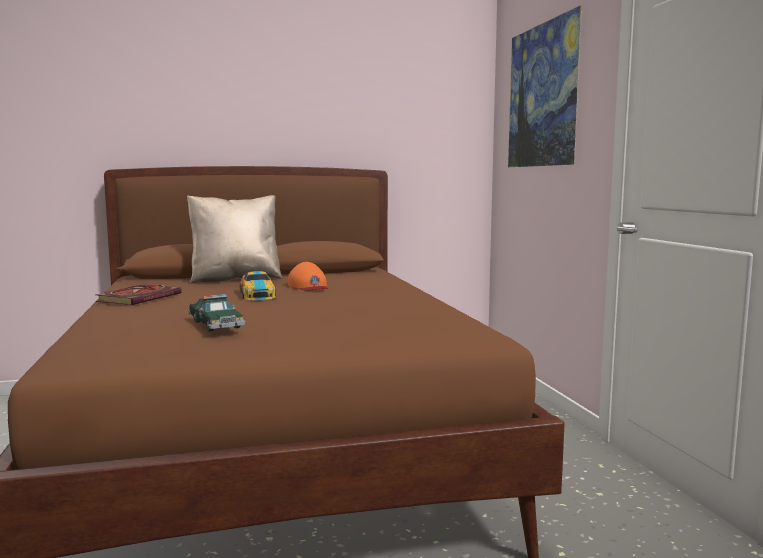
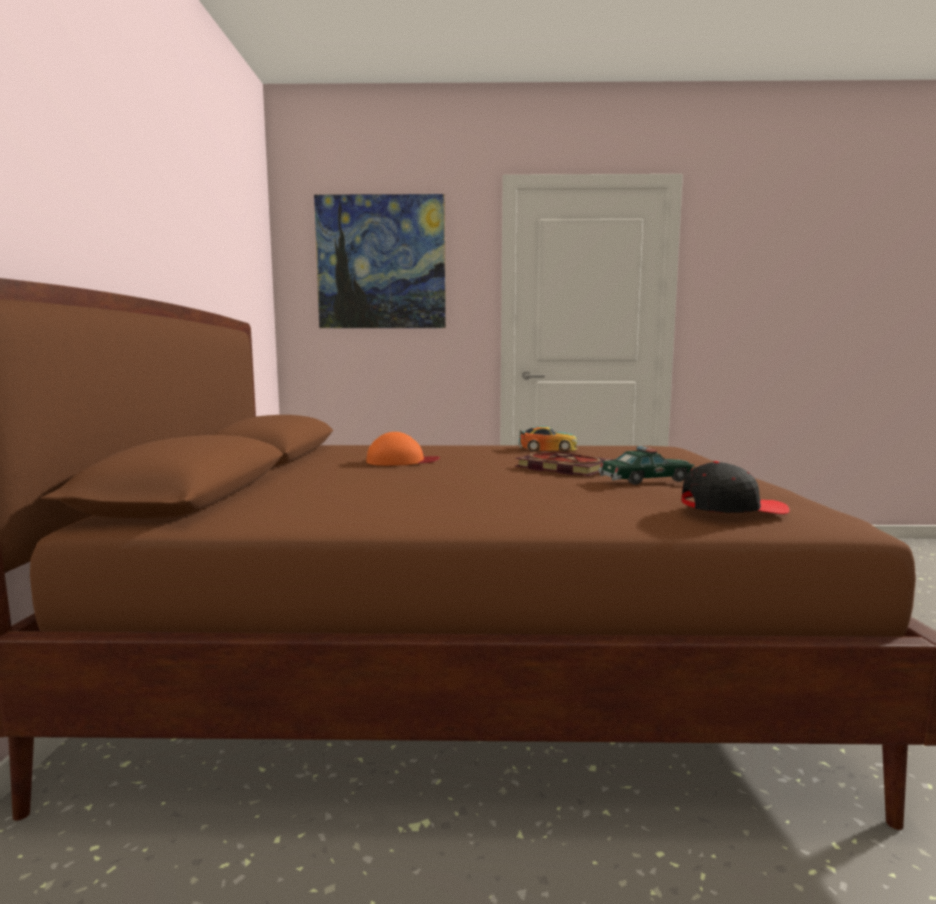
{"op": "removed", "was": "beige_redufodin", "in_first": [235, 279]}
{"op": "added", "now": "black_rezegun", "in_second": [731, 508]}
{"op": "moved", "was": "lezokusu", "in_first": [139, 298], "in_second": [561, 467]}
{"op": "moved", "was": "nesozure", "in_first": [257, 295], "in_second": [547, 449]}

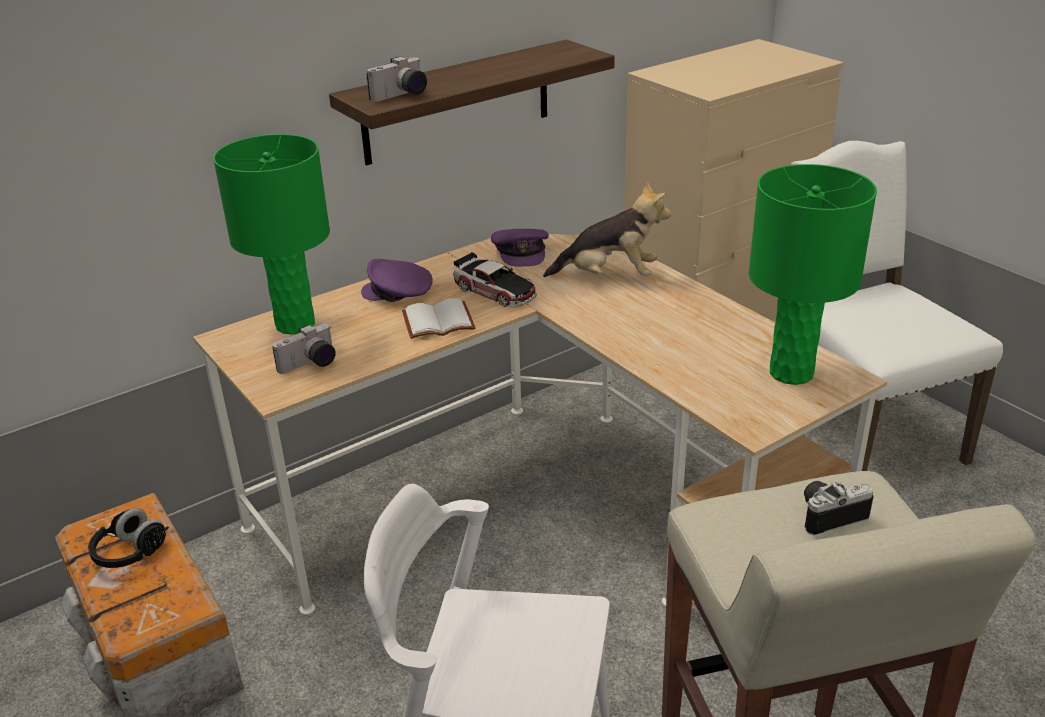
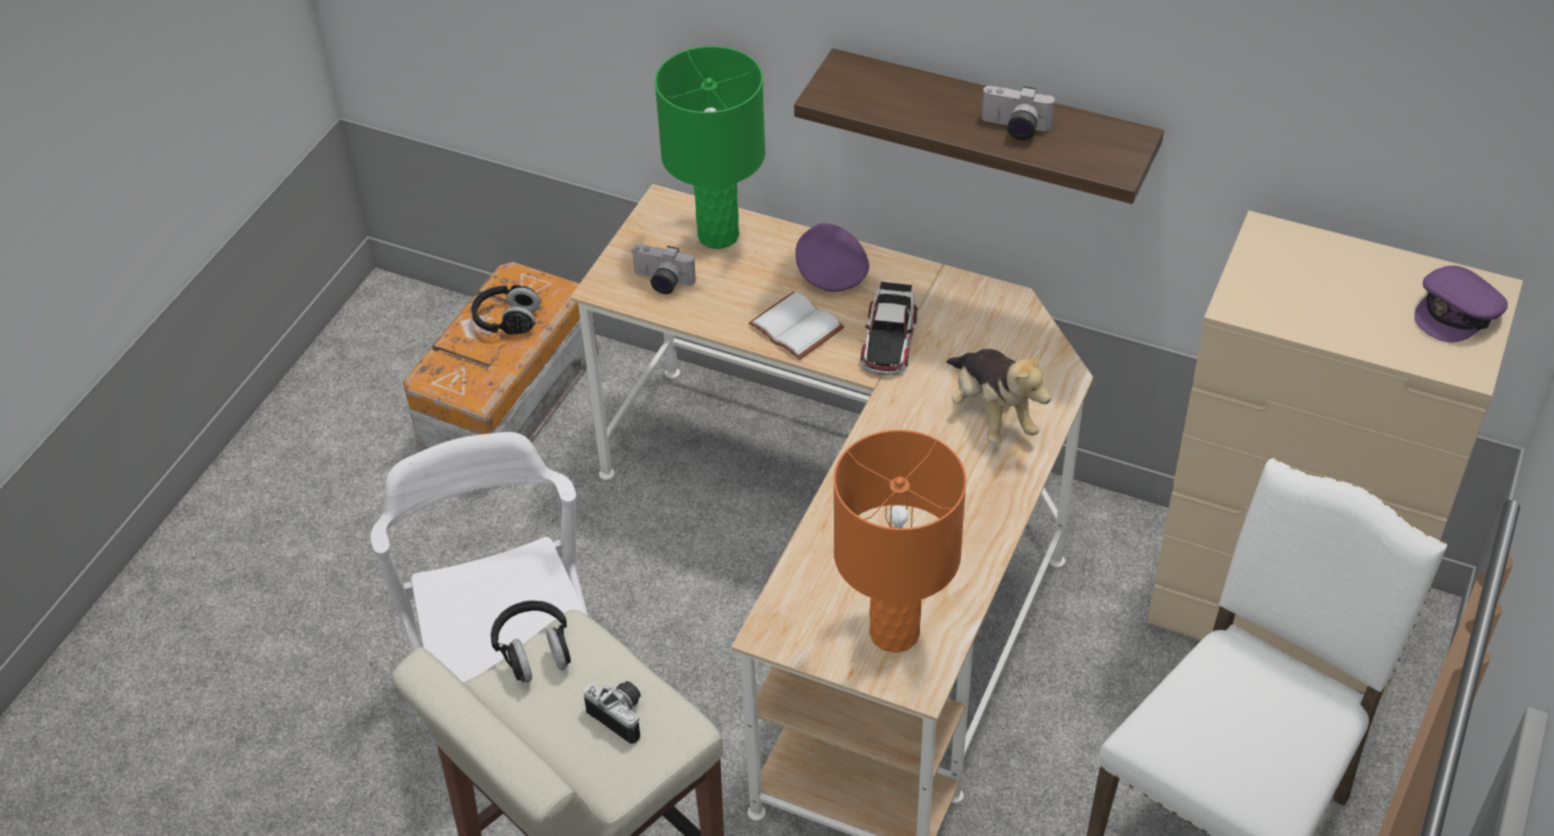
{"op": "added", "now": "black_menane", "in_second": [534, 652]}
{"op": "moved", "was": "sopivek", "in_first": [402, 96], "in_second": [1014, 129]}
{"op": "moved", "was": "purple_rezegun", "in_first": [521, 252], "in_second": [1458, 312]}
{"op": "recoloured", "was": "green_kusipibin", "now": "orange_kusipibin", "in_first": [791, 373], "in_second": [895, 632]}

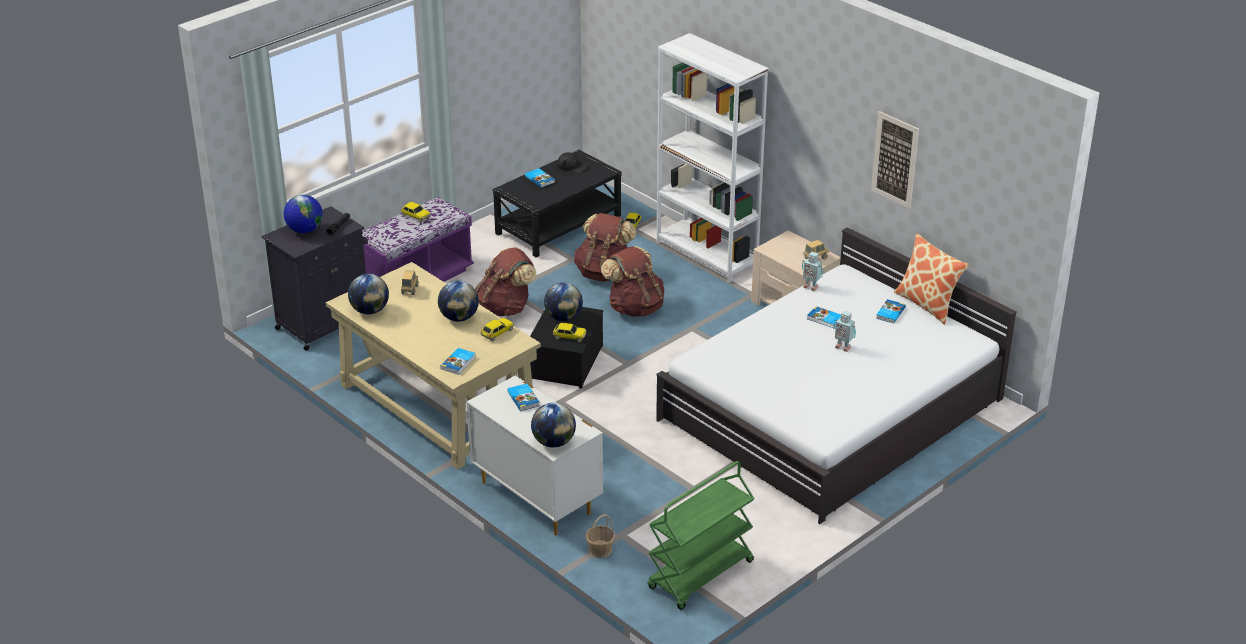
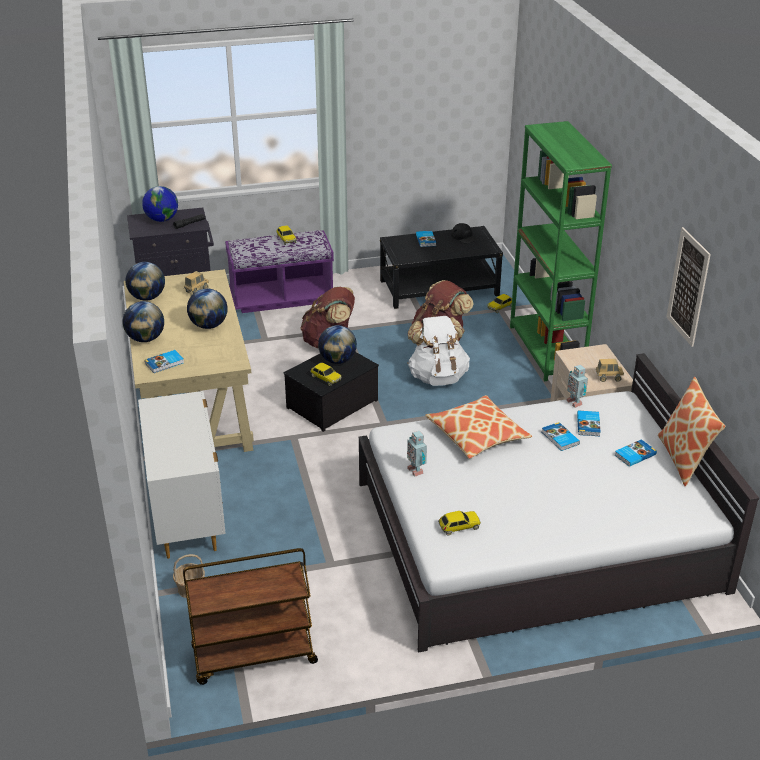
{"op": "added", "now": "redufodin", "in_second": [477, 435]}
{"op": "moved", "was": "nesozure", "in_first": [497, 333], "in_second": [459, 527]}
{"op": "moved", "was": "lezokusu", "in_first": [524, 398], "in_second": [589, 425]}
{"op": "moved", "was": "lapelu", "in_first": [553, 442], "in_second": [146, 339]}
{"op": "moved", "was": "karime", "in_first": [843, 347], "in_second": [416, 470]}
{"op": "recoloured", "was": "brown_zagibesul", "now": "white_zagibesul", "in_first": [635, 308], "in_second": [437, 376]}
{"op": "recoloured", "was": "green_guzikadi", "now": "brown_guzikadi", "in_first": [700, 576], "in_second": [253, 656]}
{"op": "recoloured", "was": "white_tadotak", "now": "green_tadotak", "in_first": [707, 255], "in_second": [546, 350]}

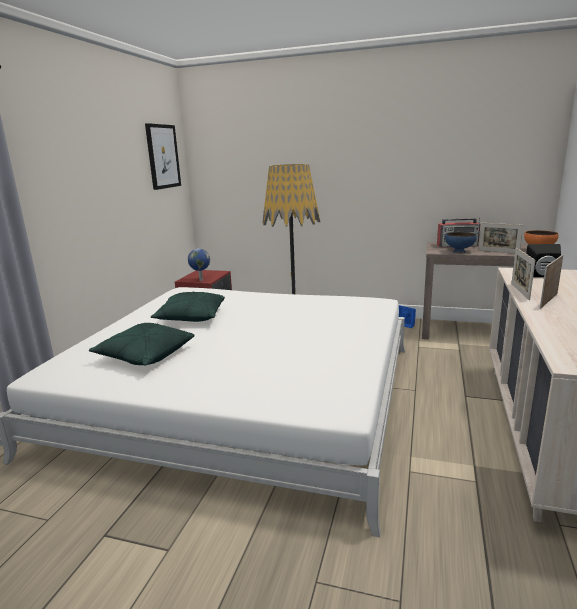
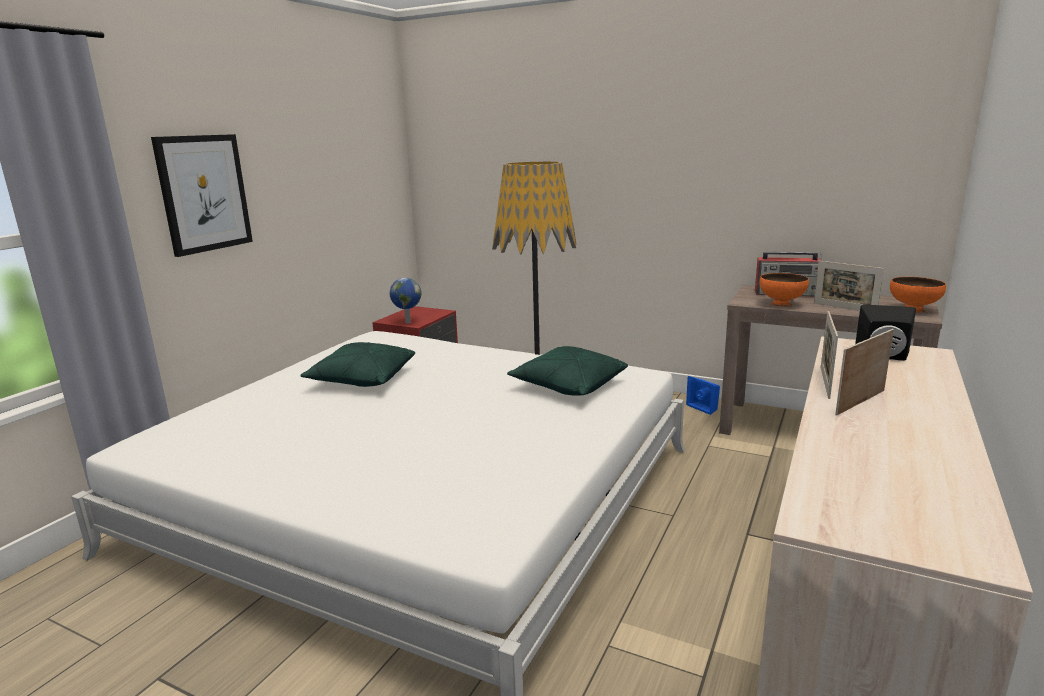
{"op": "moved", "was": "green_redufodin", "in_first": [145, 356], "in_second": [568, 386]}
{"op": "moved", "was": "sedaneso", "in_first": [163, 156], "in_second": [204, 193]}
{"op": "recoloured", "was": "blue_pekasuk", "now": "orange_pekasuk", "in_first": [459, 252], "in_second": [781, 304]}

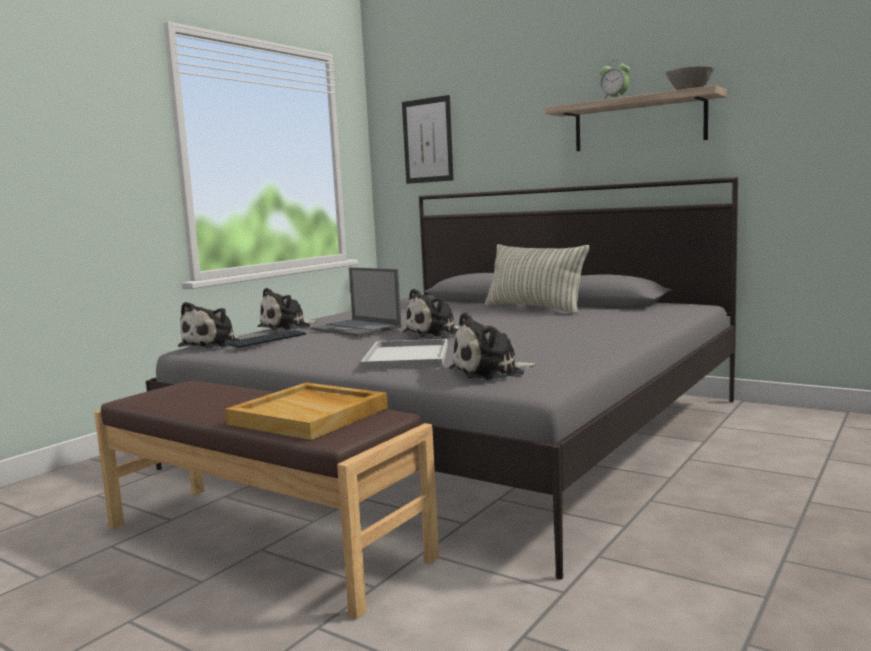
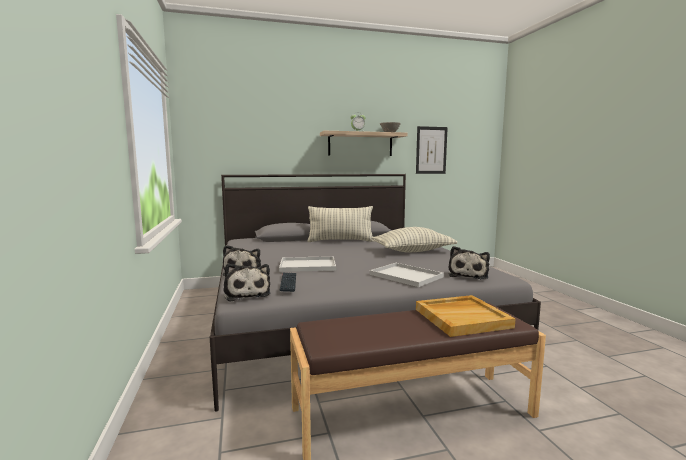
{"op": "removed", "was": "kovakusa", "in_first": [436, 333]}
{"op": "added", "now": "redufodin", "in_second": [412, 251]}
{"op": "moved", "was": "sedaneso", "in_first": [427, 140], "in_second": [431, 150]}
{"op": "replaced", "was": "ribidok", "now": "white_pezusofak", "in_first": [357, 328], "in_second": [309, 265]}

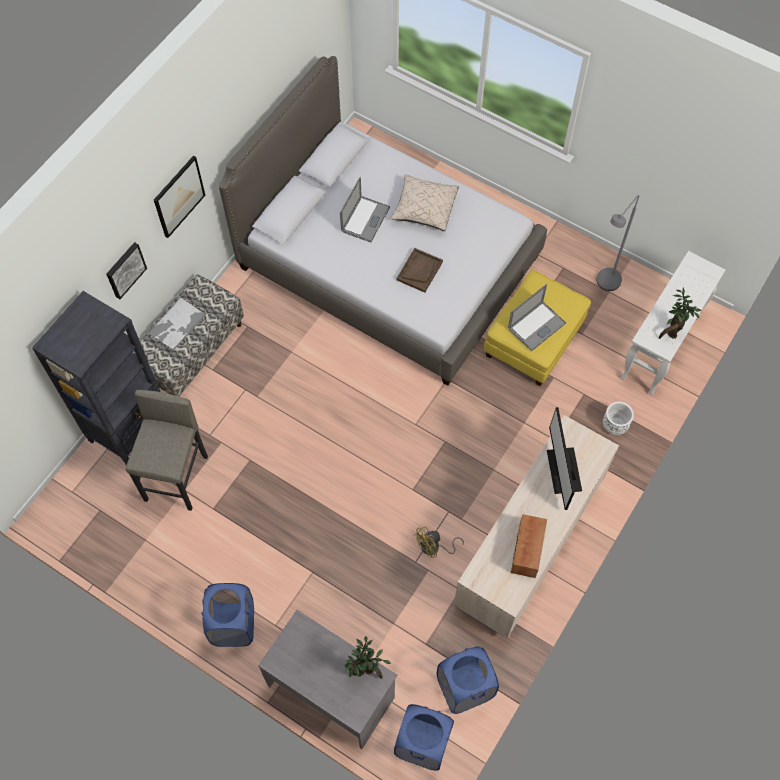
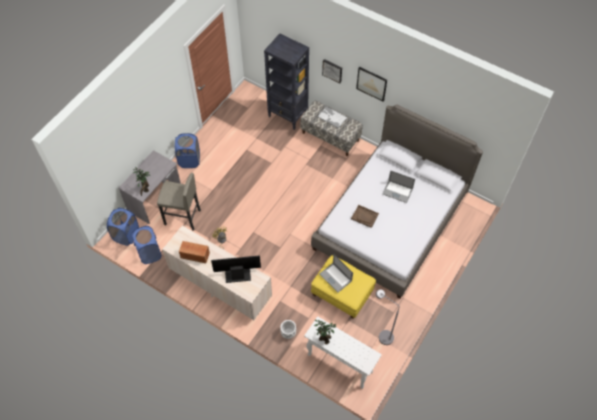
{"op": "removed", "was": "beige_redufodin", "in_first": [424, 209]}
{"op": "moved", "was": "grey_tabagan", "in_first": [177, 478], "in_second": [182, 217]}

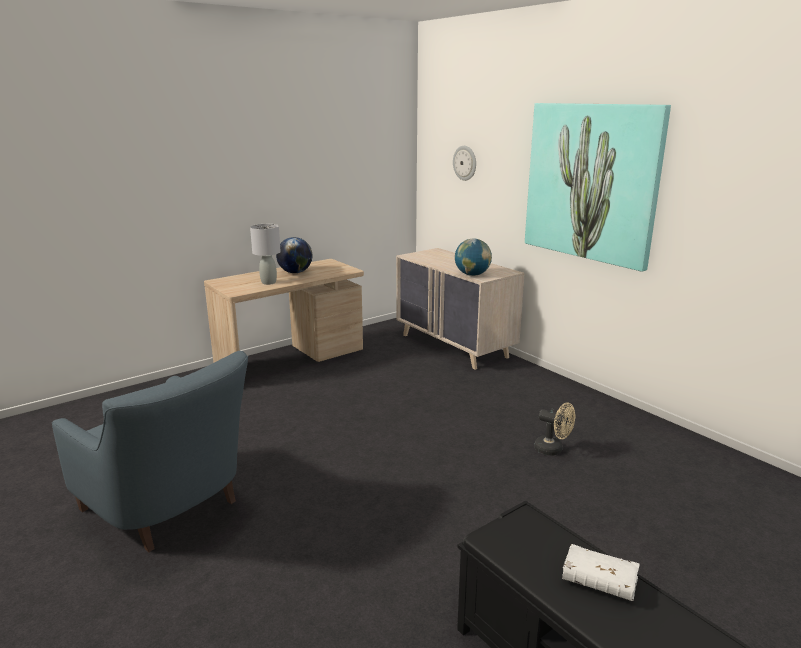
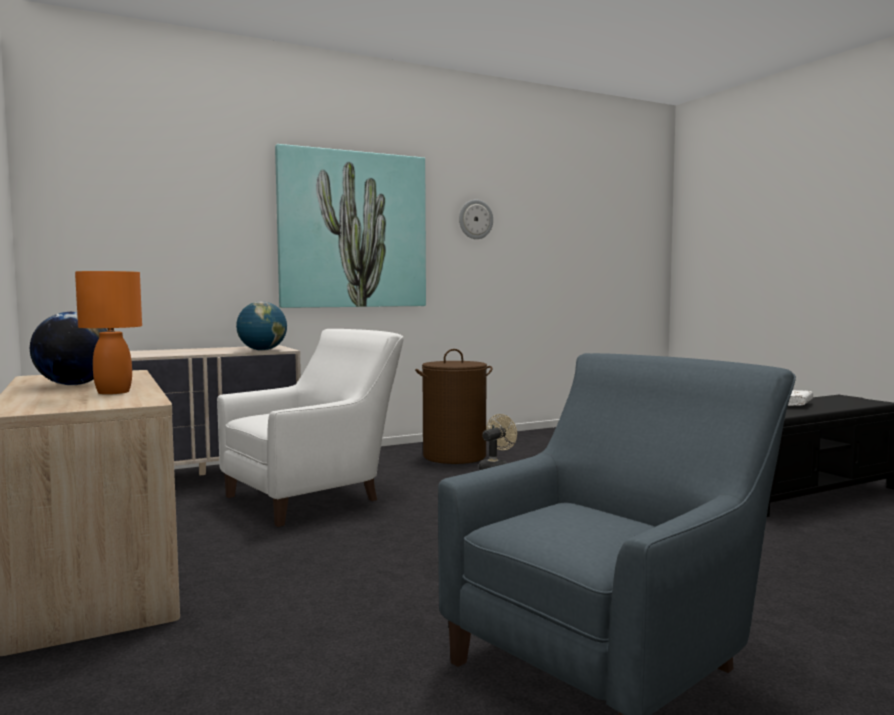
{"op": "added", "now": "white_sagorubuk", "in_second": [317, 496]}
{"op": "added", "now": "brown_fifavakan", "in_second": [454, 456]}
{"op": "moved", "was": "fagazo", "in_first": [465, 163], "in_second": [475, 219]}
{"op": "recoloured", "was": "grey_kusipibin", "now": "orange_kusipibin", "in_first": [268, 282], "in_second": [114, 392]}

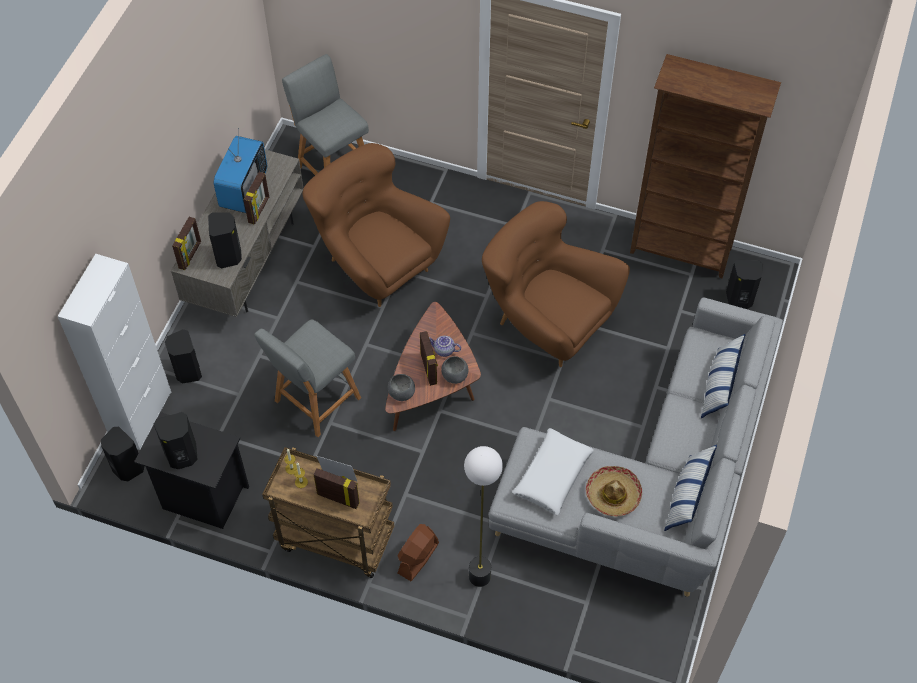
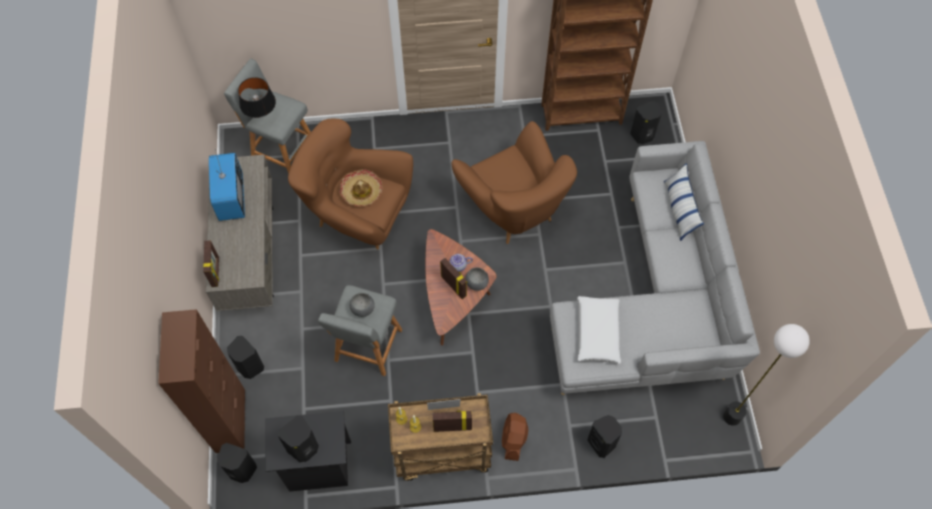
{"op": "removed", "was": "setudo", "in_first": [259, 210]}
{"op": "removed", "was": "redufodin", "in_first": [687, 496]}
{"op": "added", "now": "black_kusipibin", "in_second": [262, 117]}
{"op": "moved", "was": "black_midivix", "in_first": [229, 256], "in_second": [602, 443]}
{"op": "moved", "was": "grey_pekasuk", "in_first": [401, 393], "in_second": [363, 309]}
{"op": "moved", "was": "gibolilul", "in_first": [479, 576], "in_second": [732, 417]}
{"op": "moved", "was": "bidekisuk", "in_first": [613, 495], "in_second": [361, 191]}
{"op": "recoloured", "was": "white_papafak", "now": "brown_papafak", "in_first": [141, 416], "in_second": [230, 421]}
{"op": "turned", "was": "brown_sagorubuk", "in_first": [547, 322], "in_second": [513, 210], "clockwise": -135}

